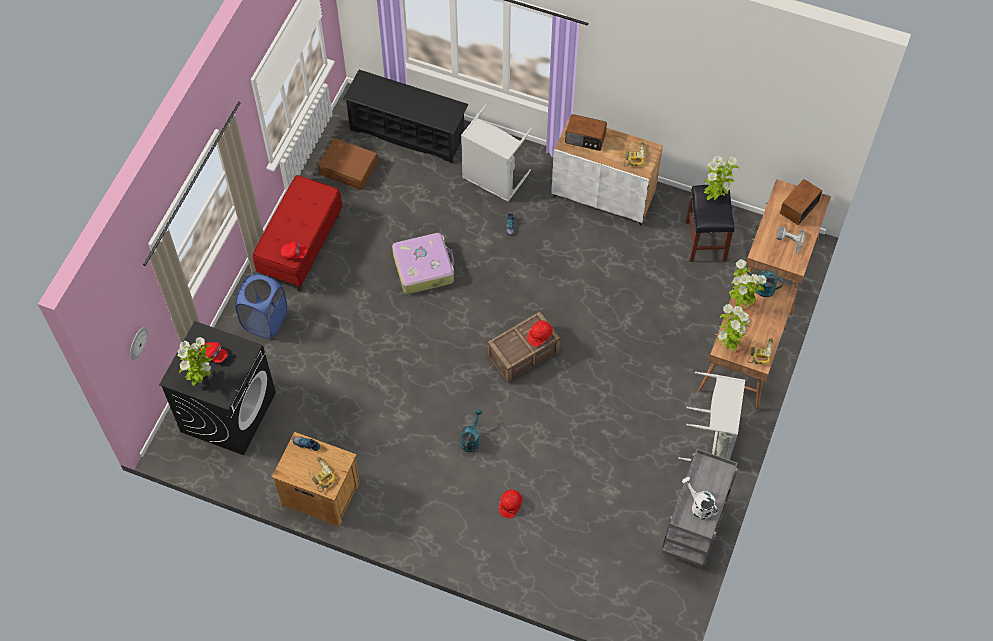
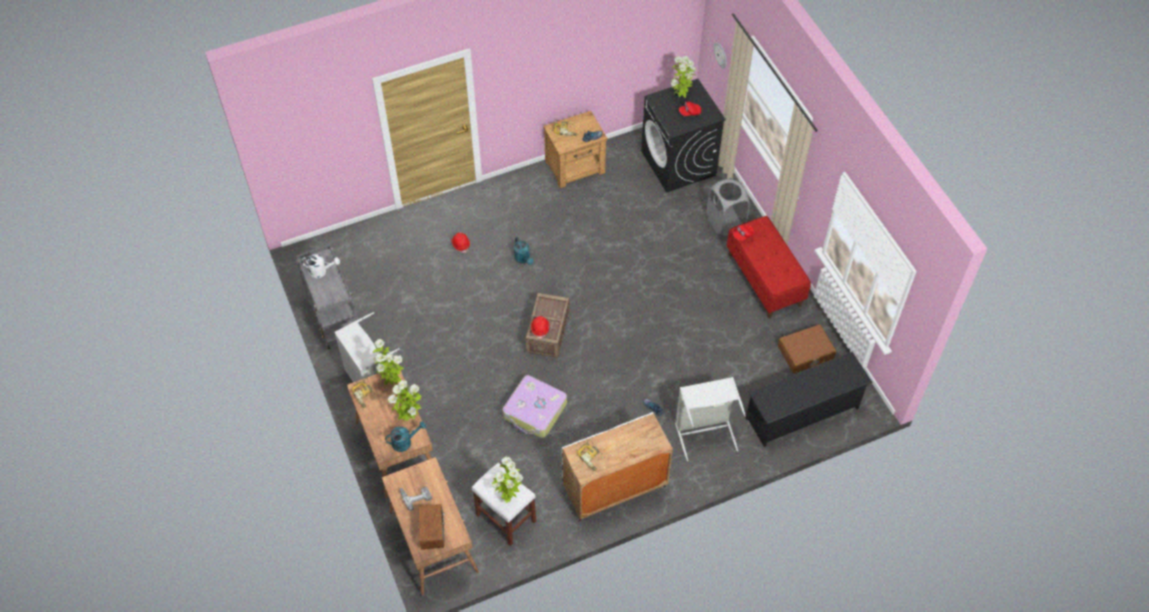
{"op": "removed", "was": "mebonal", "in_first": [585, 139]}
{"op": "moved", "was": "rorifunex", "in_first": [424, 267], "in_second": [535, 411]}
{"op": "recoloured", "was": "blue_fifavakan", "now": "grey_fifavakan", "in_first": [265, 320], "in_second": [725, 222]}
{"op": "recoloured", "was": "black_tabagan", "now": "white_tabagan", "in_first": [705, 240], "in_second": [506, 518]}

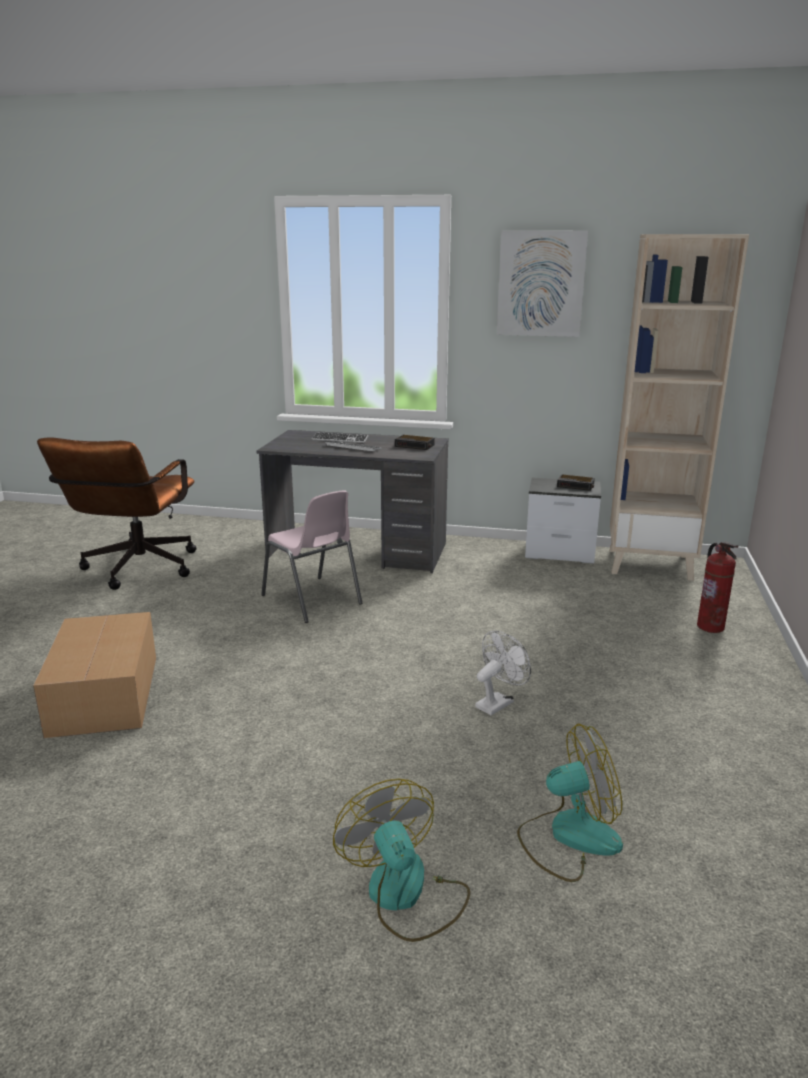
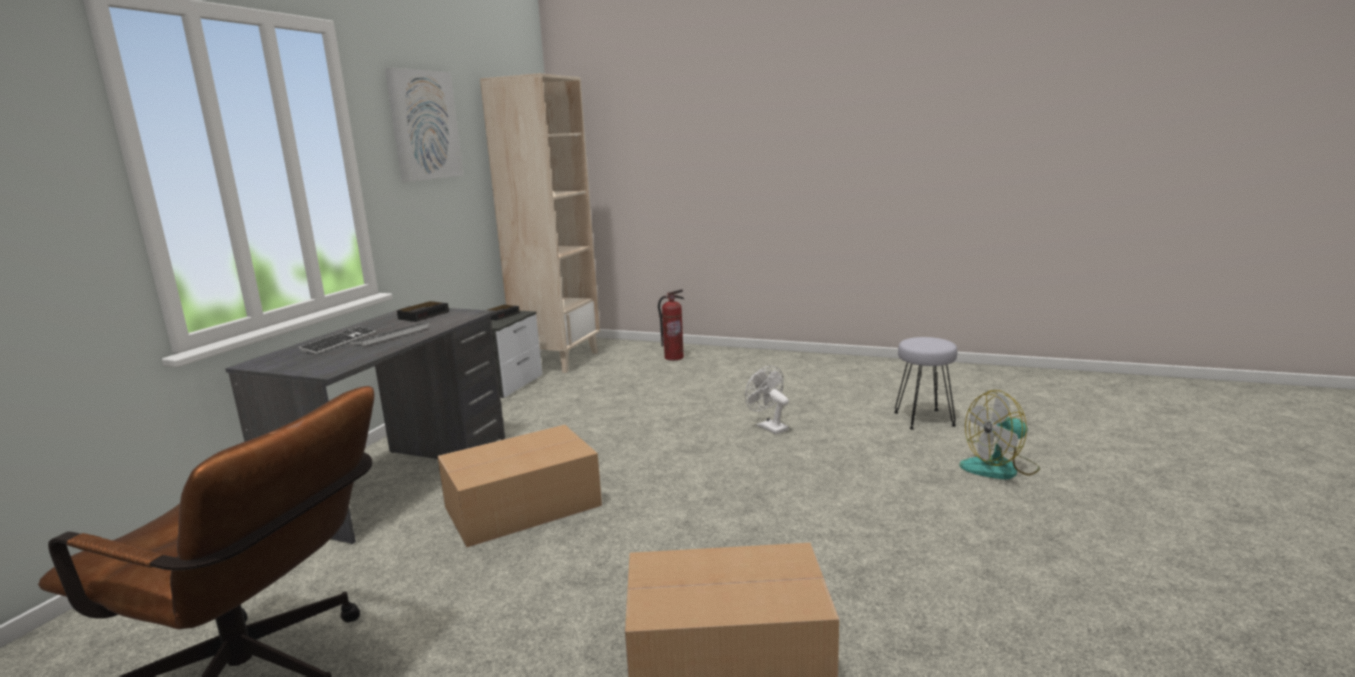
{"op": "replaced", "was": "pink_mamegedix", "now": "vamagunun", "in_first": [312, 600], "in_second": [525, 506]}
{"op": "replaced", "was": "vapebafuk", "now": "grey_tabagan", "in_first": [568, 837], "in_second": [923, 419]}

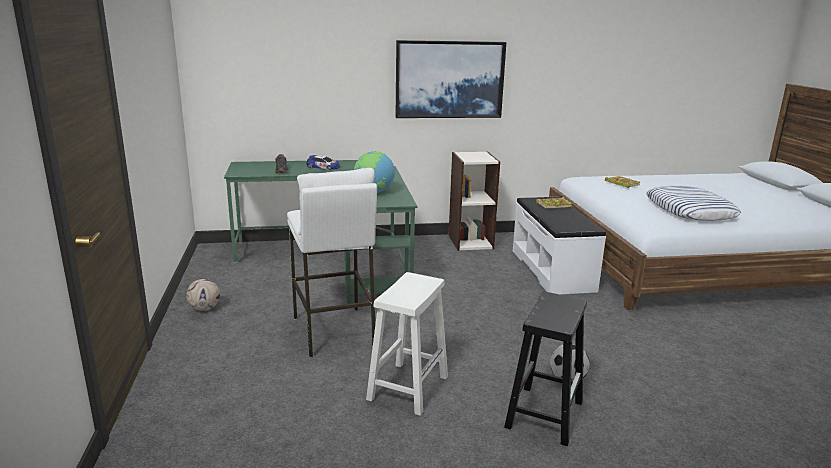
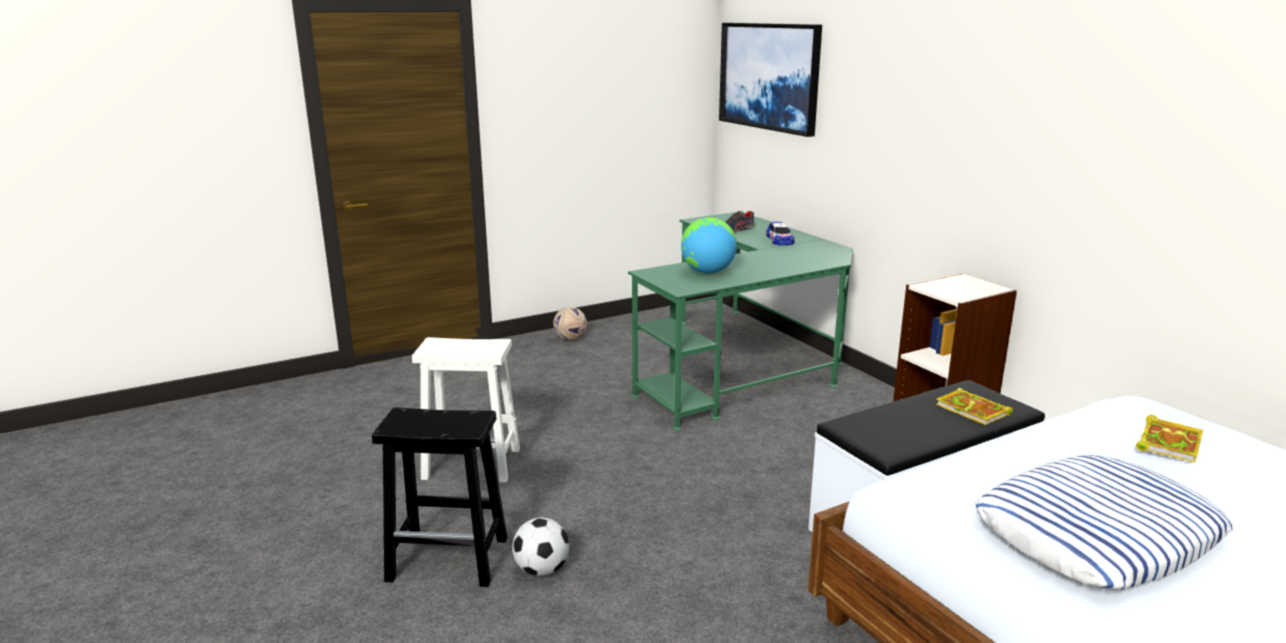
{"op": "removed", "was": "white_tabagan", "in_first": [333, 332]}
{"op": "moved", "was": "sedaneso", "in_first": [449, 79], "in_second": [769, 76]}

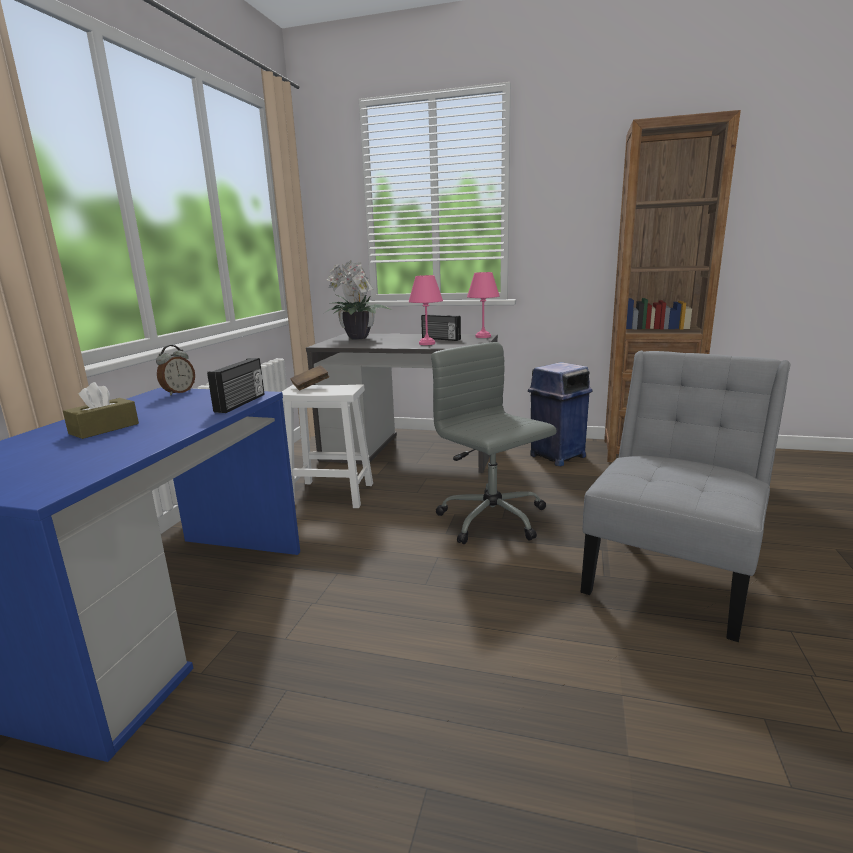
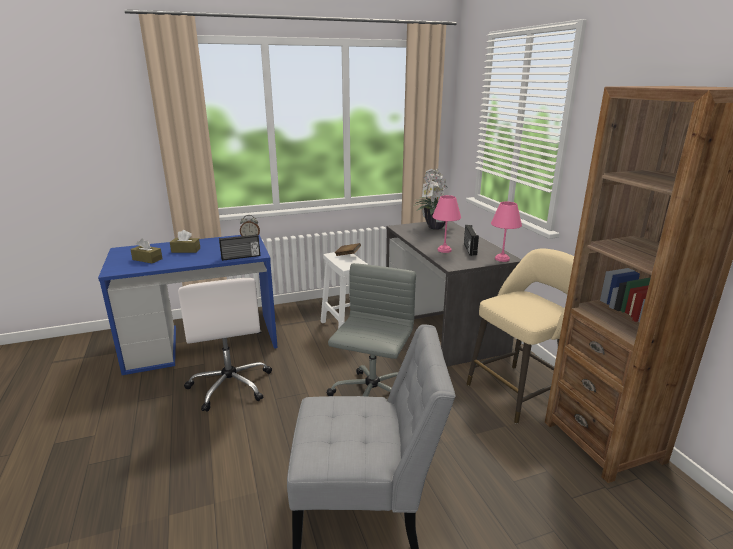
{"op": "added", "now": "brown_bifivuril", "in_second": [147, 259]}
{"op": "added", "now": "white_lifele", "in_second": [230, 385]}
{"op": "replaced", "was": "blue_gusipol", "now": "beige_tabagan", "in_first": [556, 456], "in_second": [519, 391]}

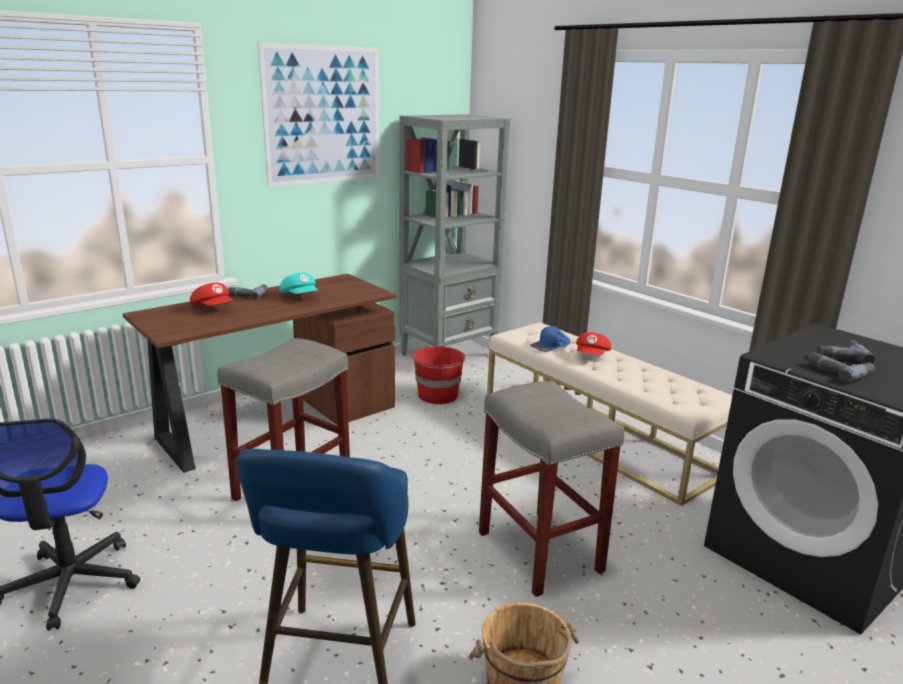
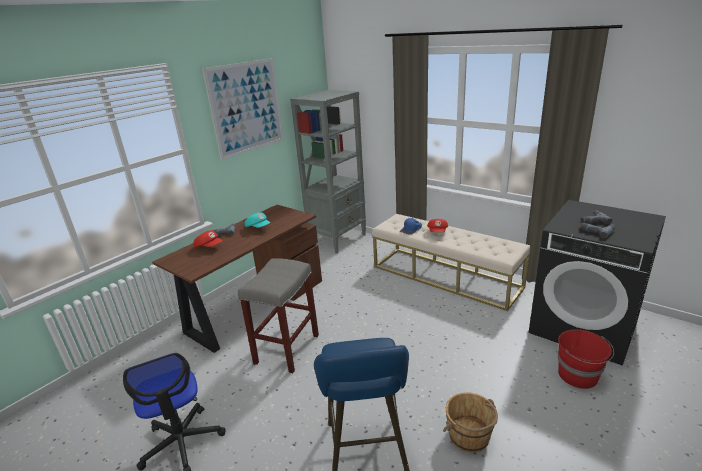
{"op": "removed", "was": "grey_tabagan", "in_first": [541, 552]}
{"op": "moved", "was": "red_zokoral", "in_first": [438, 396], "in_second": [578, 375]}

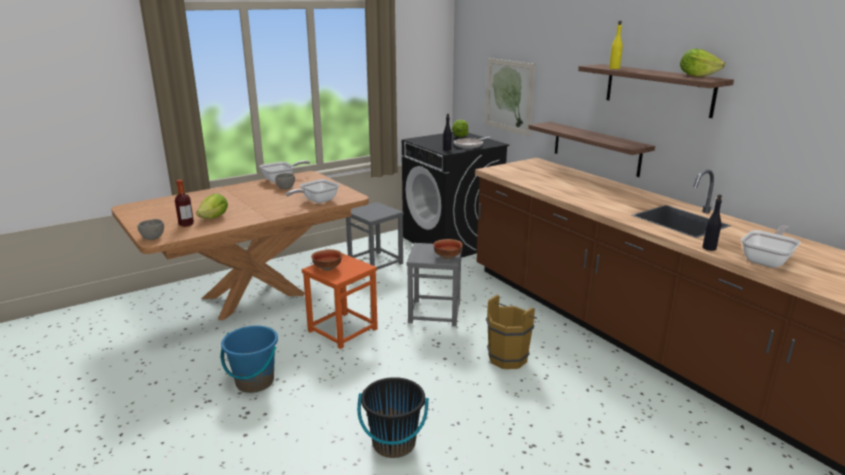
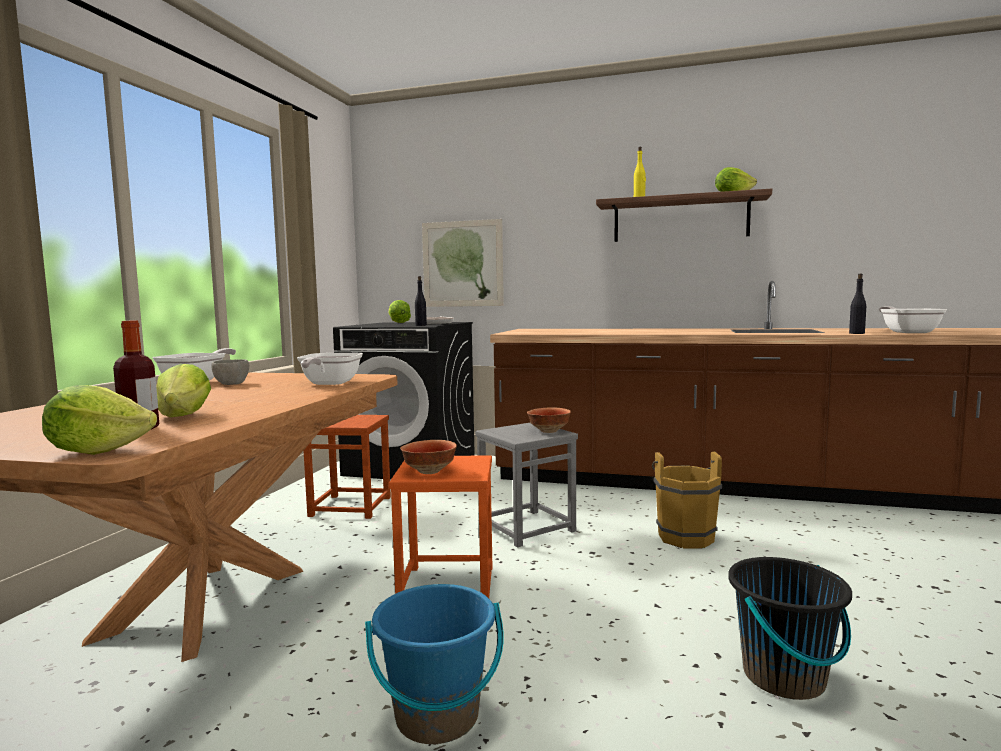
{"op": "removed", "was": "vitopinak", "in_first": [596, 148]}
{"op": "replaced", "was": "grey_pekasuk", "now": "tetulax", "in_first": [153, 237], "in_second": [98, 451]}
{"op": "recoloured", "was": "grey_tabagan", "now": "brown_tabagan", "in_first": [376, 263], "in_second": [351, 506]}

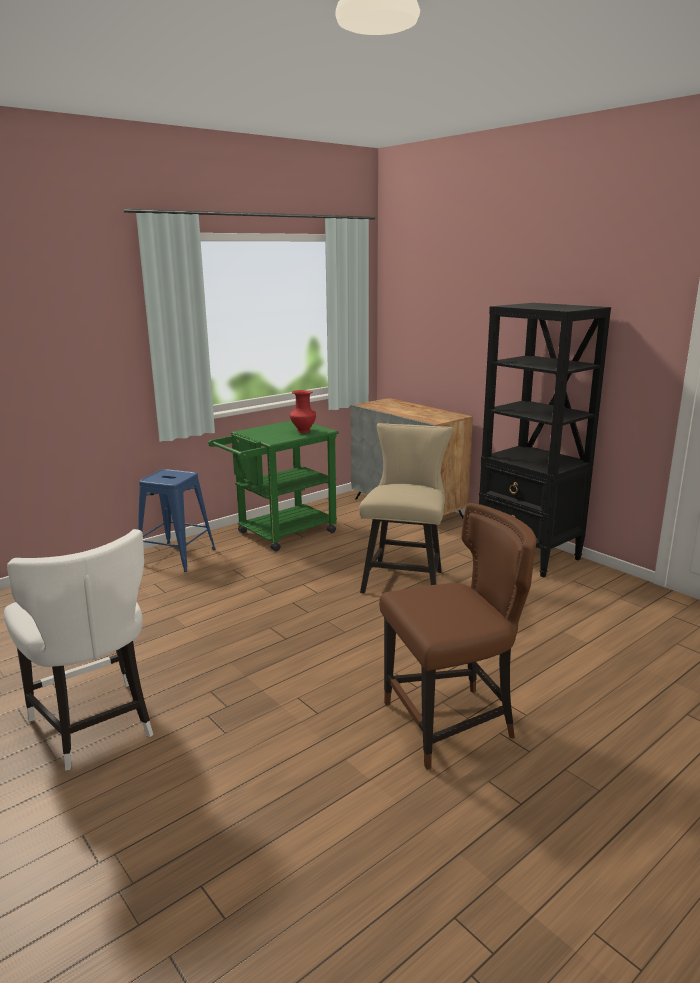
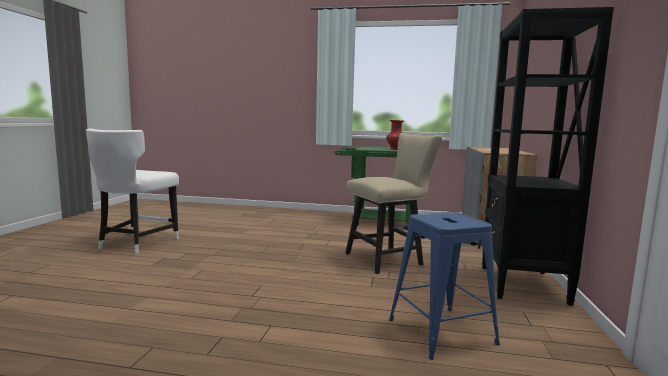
{"op": "removed", "was": "brown_mamegedix", "in_first": [452, 723]}
{"op": "moved", "was": "blue_tabagan", "in_first": [177, 556], "in_second": [442, 332]}

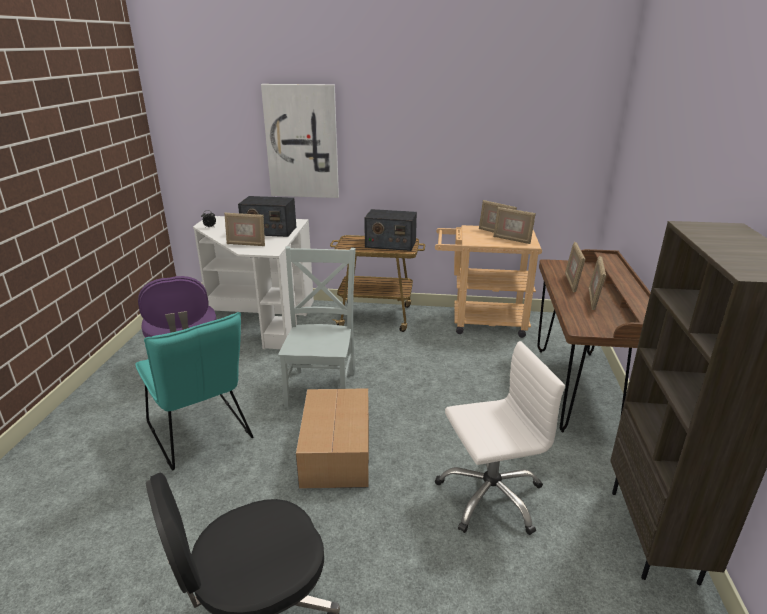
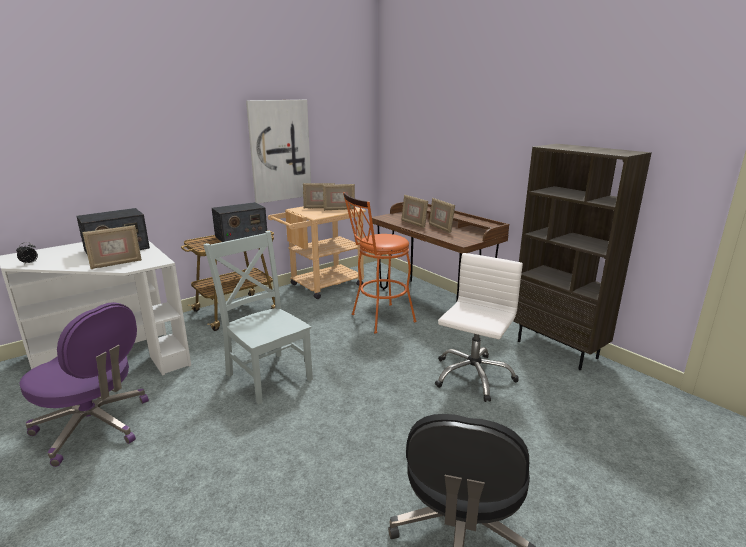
{"op": "removed", "was": "turquoise_mamegedix", "in_first": [202, 435]}
{"op": "removed", "was": "vamagunun", "in_first": [337, 450]}
{"op": "added", "now": "orange_tabagan", "in_second": [378, 319]}
{"op": "moved", "was": "sedaneso", "in_first": [302, 142], "in_second": [279, 151]}

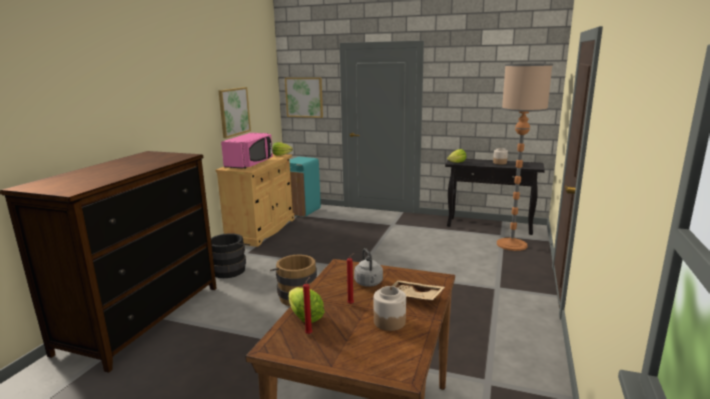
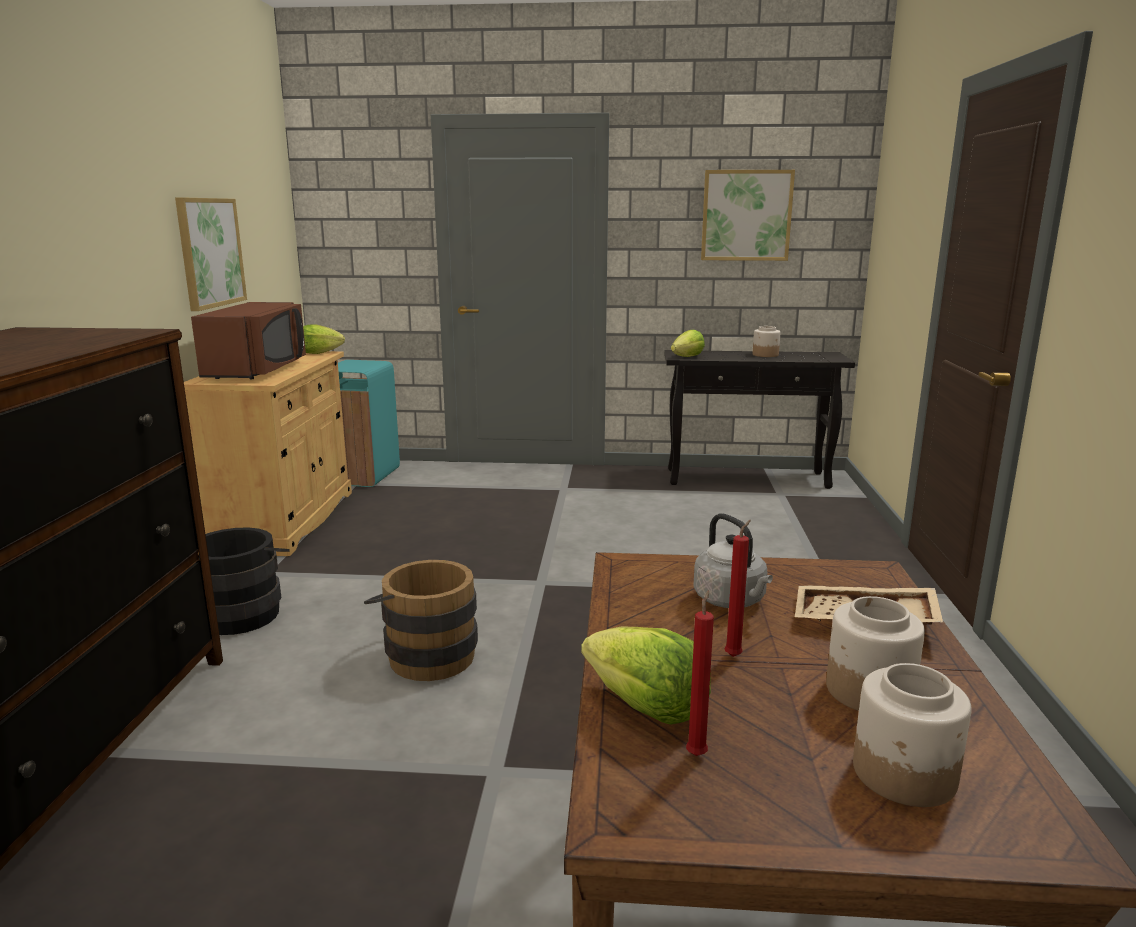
{"op": "removed", "was": "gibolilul", "in_first": [511, 244]}
{"op": "added", "now": "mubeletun", "in_second": [904, 774]}
{"op": "moved", "was": "sedaneso", "in_first": [304, 97], "in_second": [746, 215]}
{"op": "recoloured", "was": "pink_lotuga", "now": "brown_lotuga", "in_first": [250, 164], "in_second": [259, 370]}

